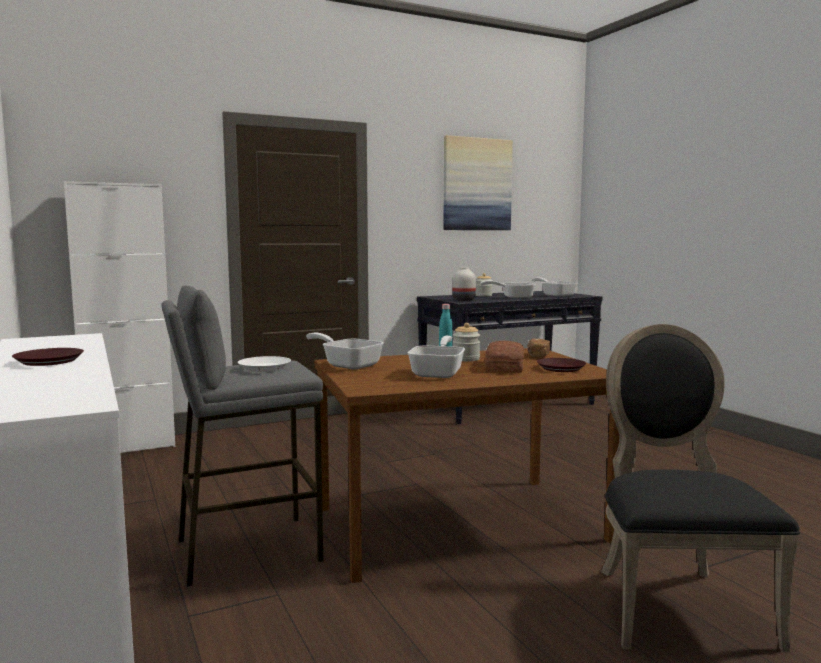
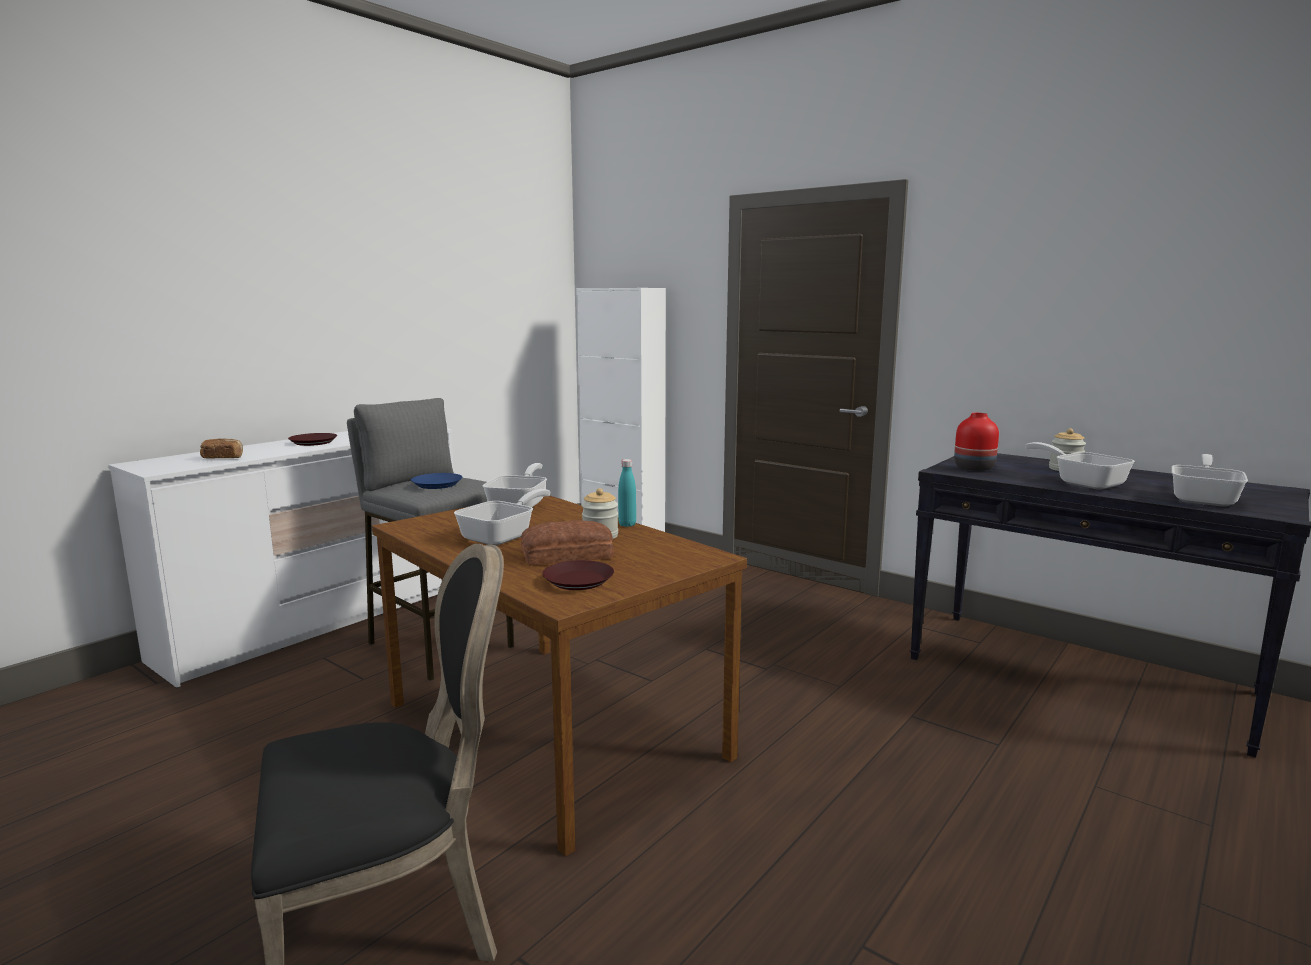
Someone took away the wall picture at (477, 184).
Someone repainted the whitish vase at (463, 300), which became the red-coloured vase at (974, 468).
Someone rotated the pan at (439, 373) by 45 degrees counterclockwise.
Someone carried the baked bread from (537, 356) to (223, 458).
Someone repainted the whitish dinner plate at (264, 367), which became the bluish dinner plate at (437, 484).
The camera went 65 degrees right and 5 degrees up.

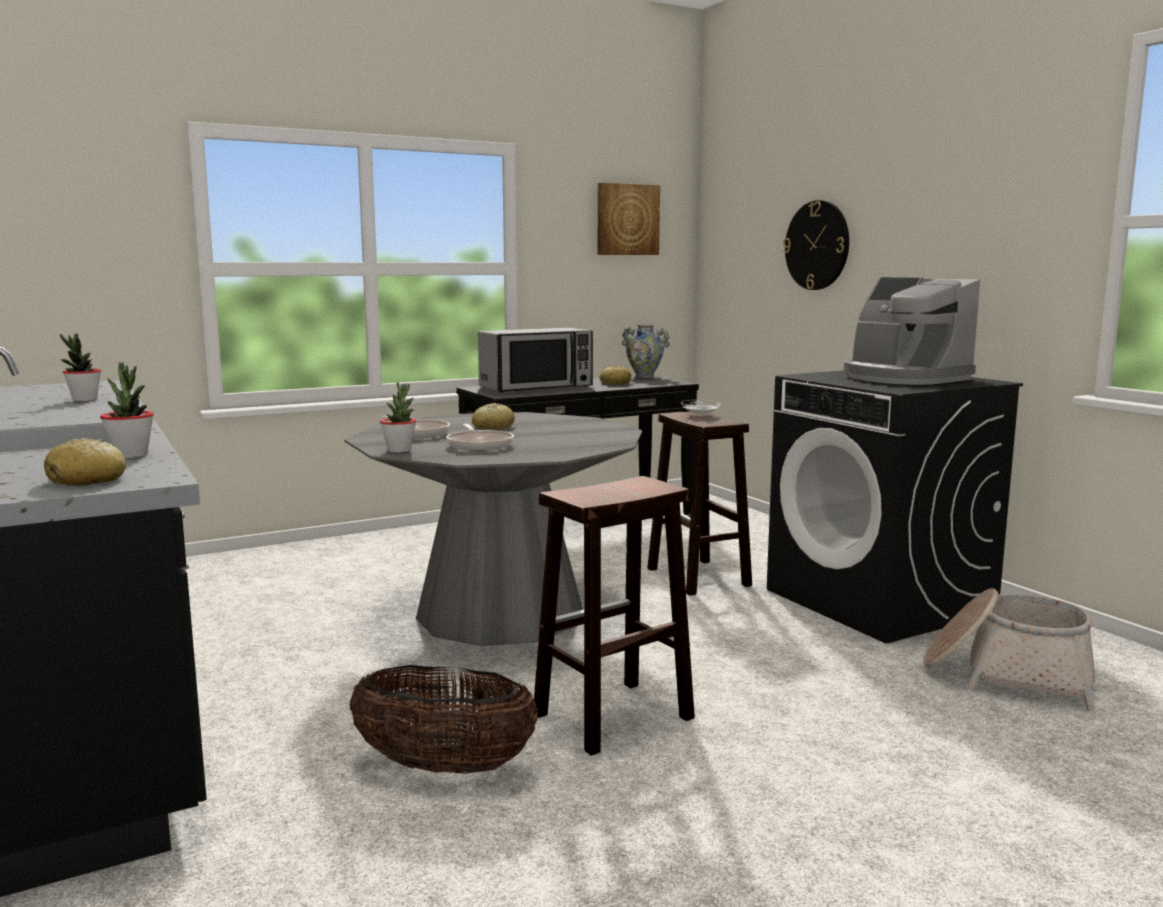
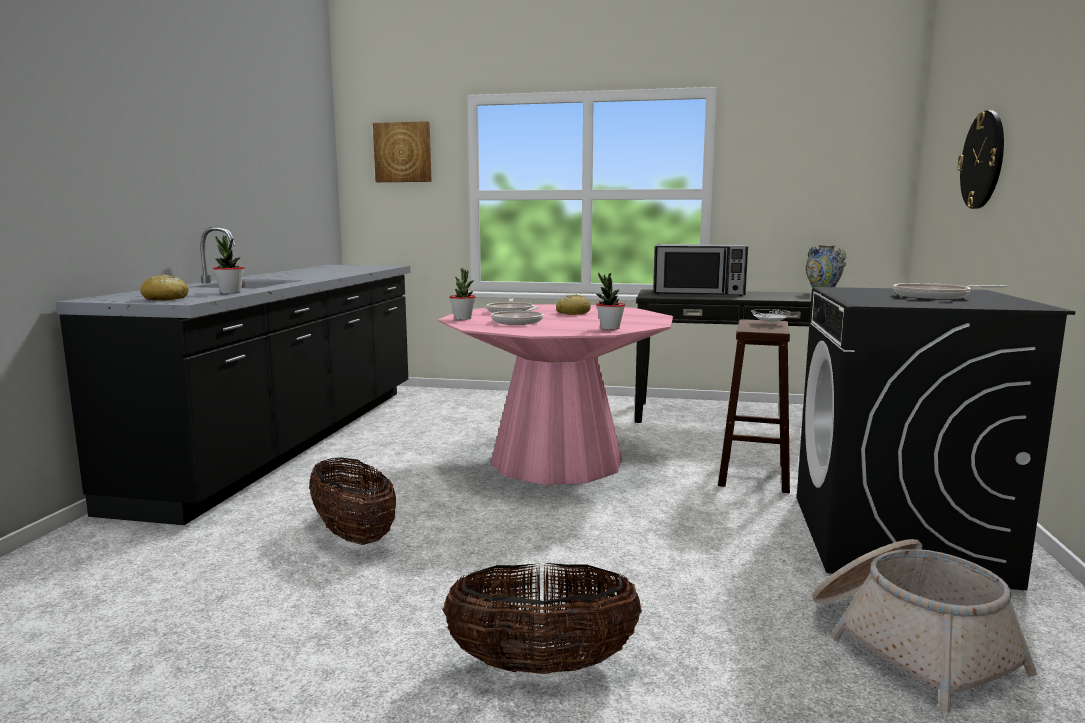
Someone carried the wall picture from (627, 220) to (403, 152).
Someone swapped the coffee maker at (902, 378) for the pan at (935, 297).
Someone carried the plant in a pot from (85, 400) to (610, 328).
Someone took away the baked bread at (615, 383).
Someone repainted the grey dining table at (500, 613), which became the pink-coloured dining table at (557, 461).
Someone took away the brown-coloured sitting stool at (611, 717).
Someone put down the household basket at (542, 665).
The camera went 40 degrees right and 0 degrees up.

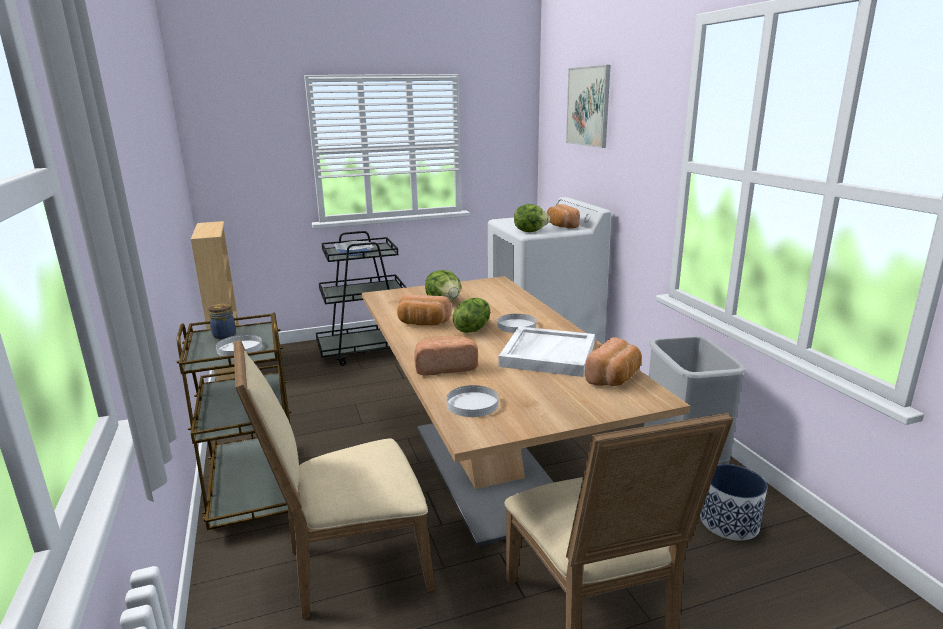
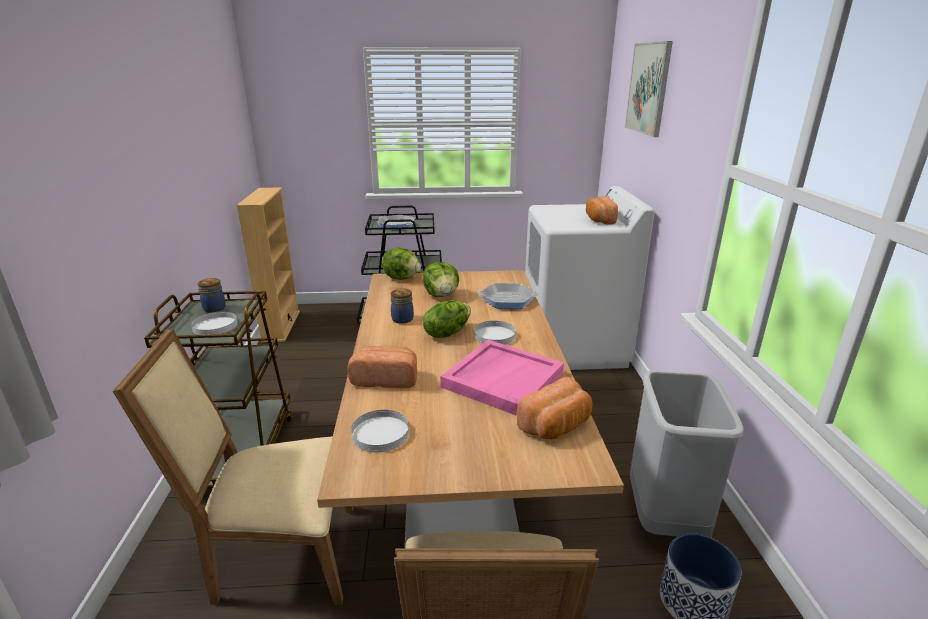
Someone carried the lettuce from (530, 231) to (402, 277).
Someone swapped the baked bread at (423, 323) for the preserve jar at (403, 319).
Someone repainted the whitish tray at (547, 354), which became the pink-coloured tray at (502, 379).
Someone put down the pan at (507, 300).
The camera went 15 degrees right and 5 degrees up.

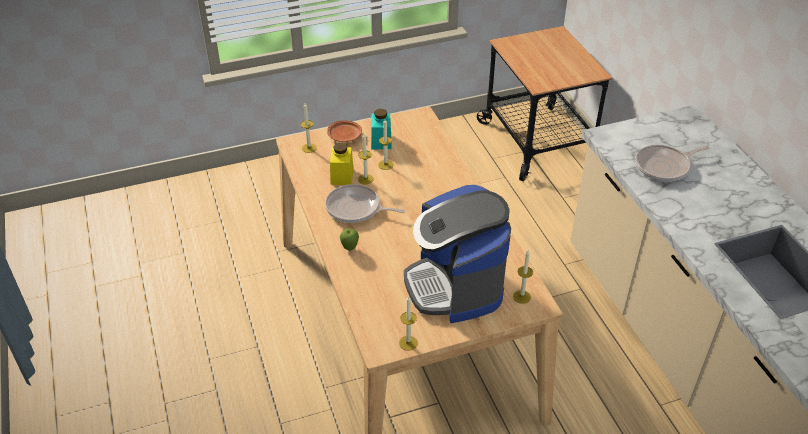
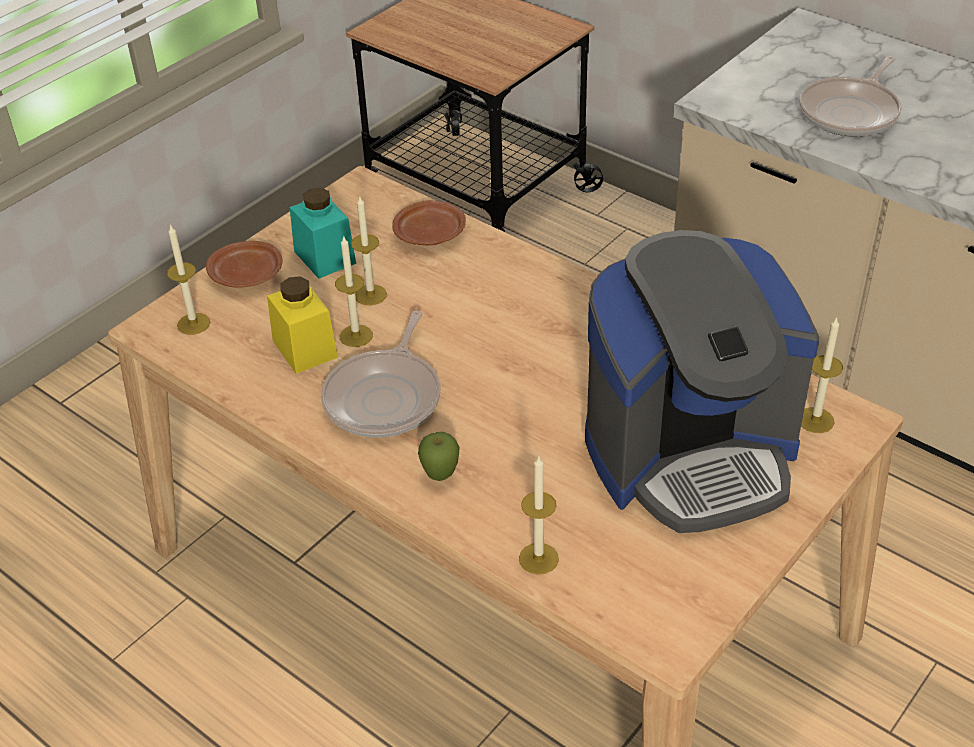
Someone rotated the pan at (356, 209) by 60 degrees counterclockwise.
Someone rotated the coffee maker at (455, 286) by 60 degrees counterclockwise.
Someone carried the candle from (408, 343) to (538, 558).
Someone put down the brown-coloured dinner plate at (430, 234).
The camera went 30 degrees left and 0 degrees up.

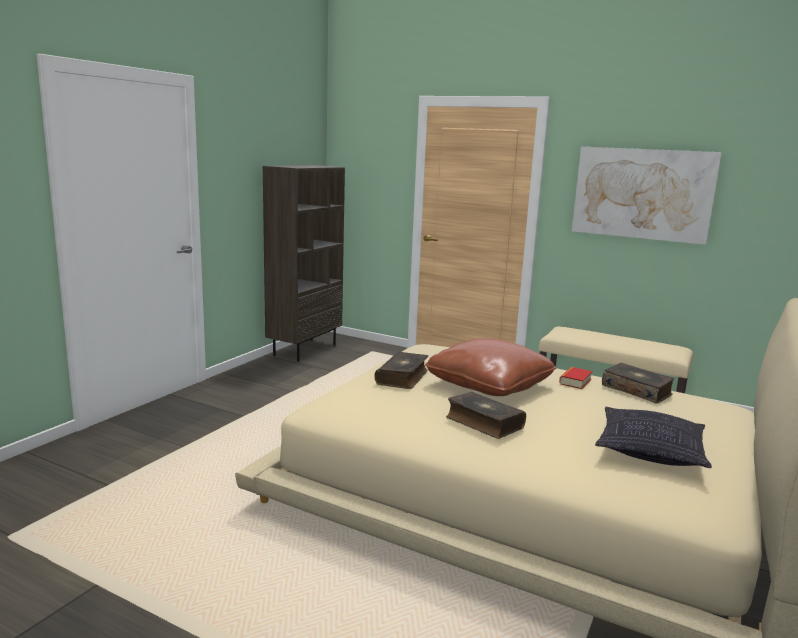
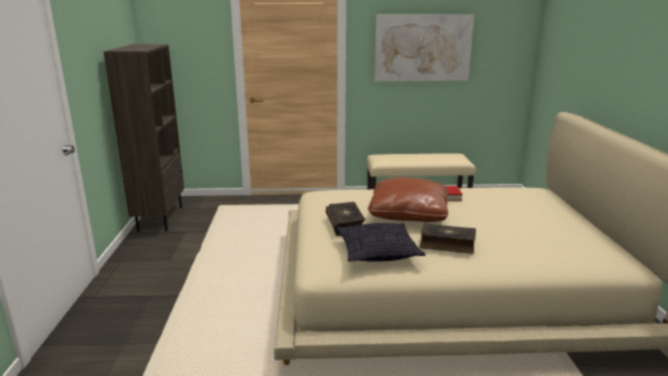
Someone took away the bound book at (637, 390).
Someone carried the cushion from (650, 451) to (378, 253).
The camera went 30 degrees left and 5 degrees up.

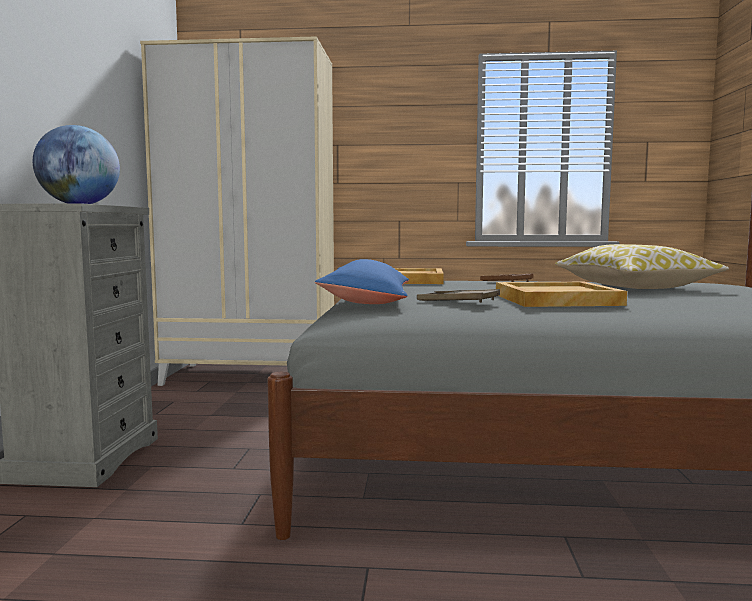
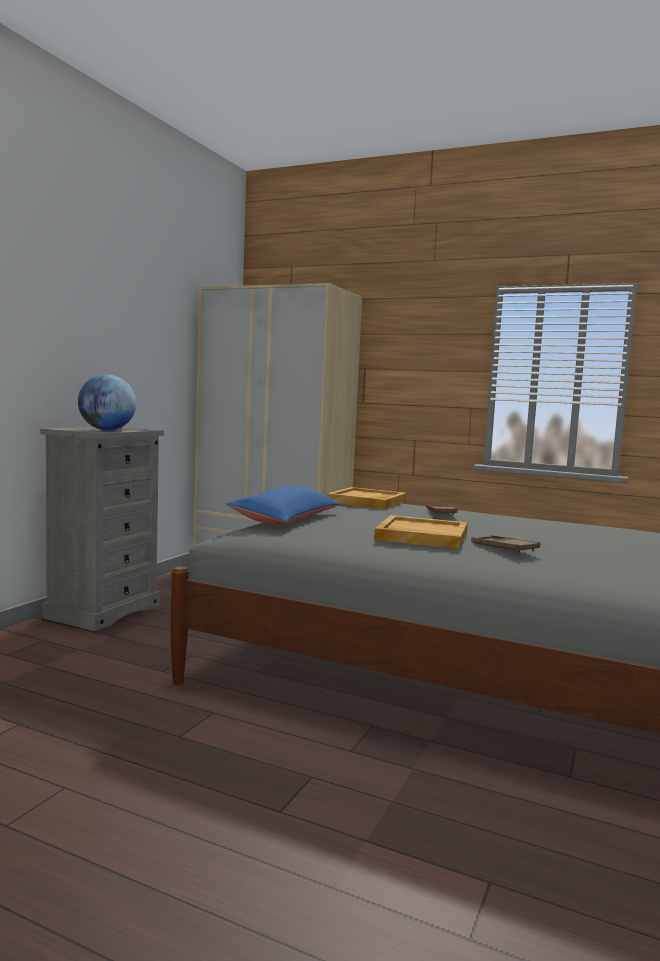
Someone took away the cushion at (635, 287).
Someone carried the brown-coloured tray from (457, 302) to (504, 548).
The camera went 20 degrees right and 0 degrees up.

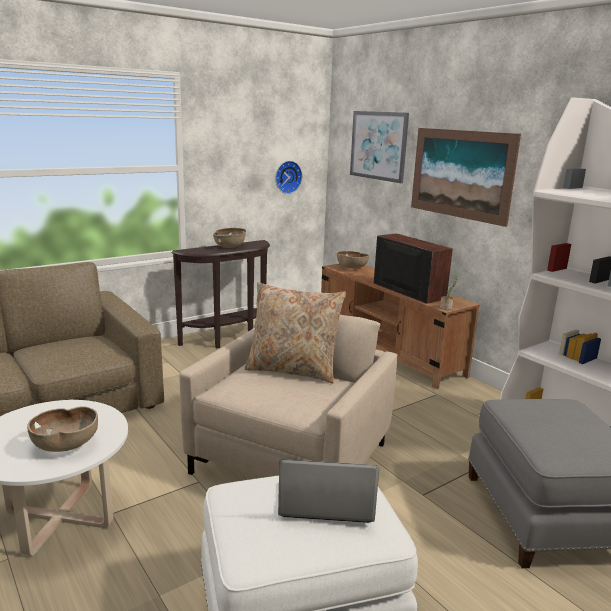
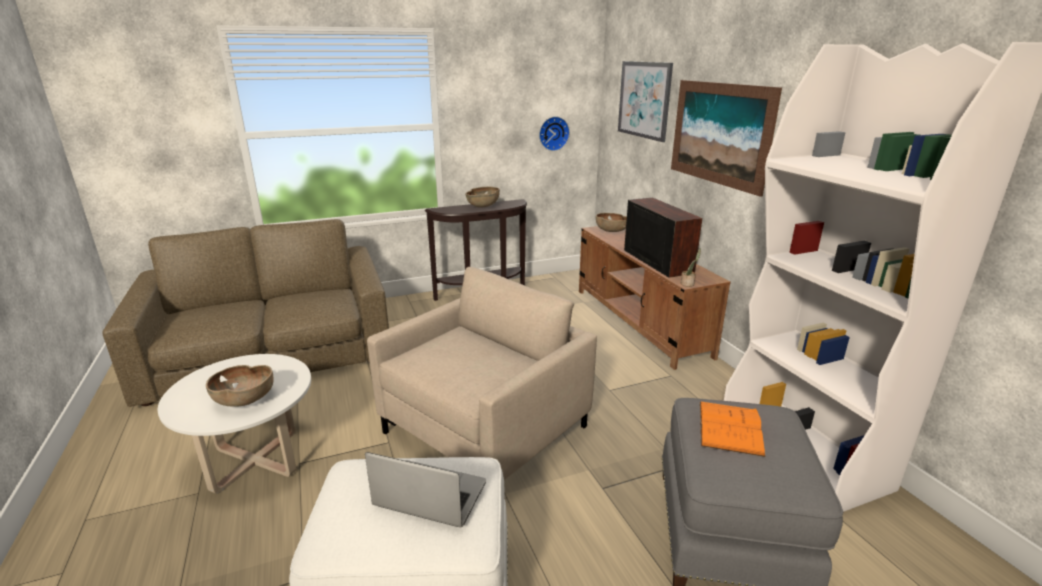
Someone took away the beige-coloured cushion at (293, 370).
Someone put down the orange bound book at (730, 427).
The camera went 15 degrees right and 5 degrees up.

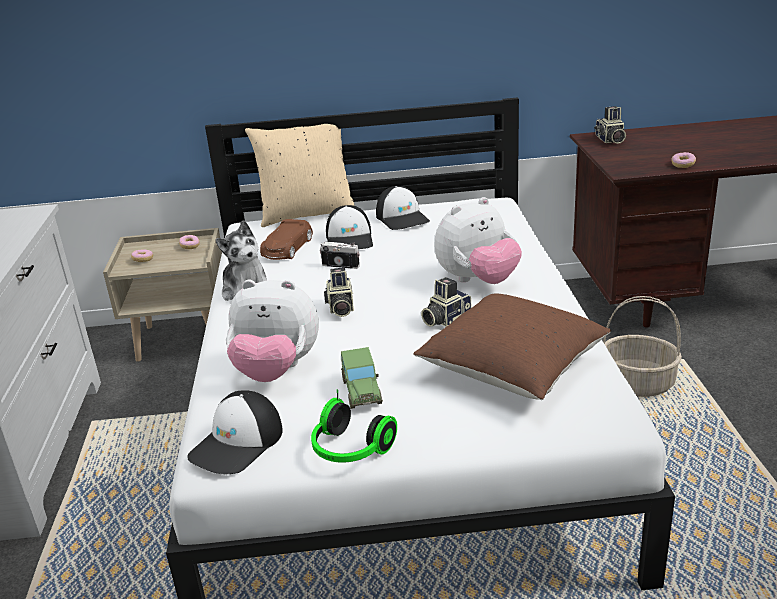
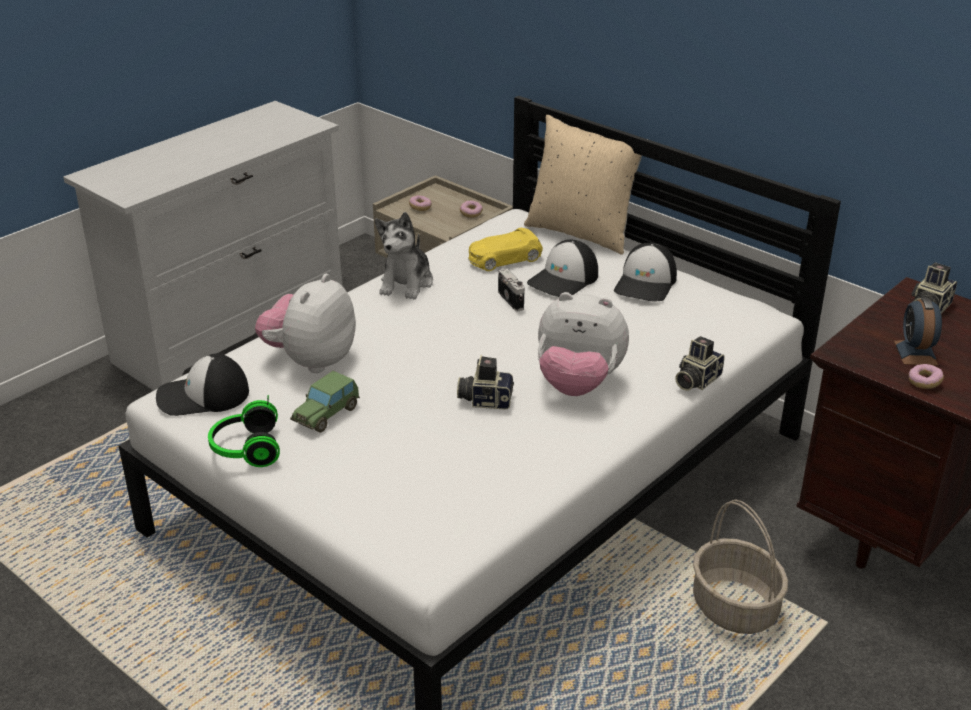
Someone repainted the brown-coloured toy car at (287, 248), which became the yellow toy car at (504, 259).
Someone carried the still camera from (340, 308) to (696, 380).
Someone rotated the plush toy at (276, 371) by 60 degrees clockwise.
Someone took away the brown-coloured cushion at (512, 369).
Someone put down the table clock at (915, 353).
The camera went 45 degrees right and 5 degrees up.

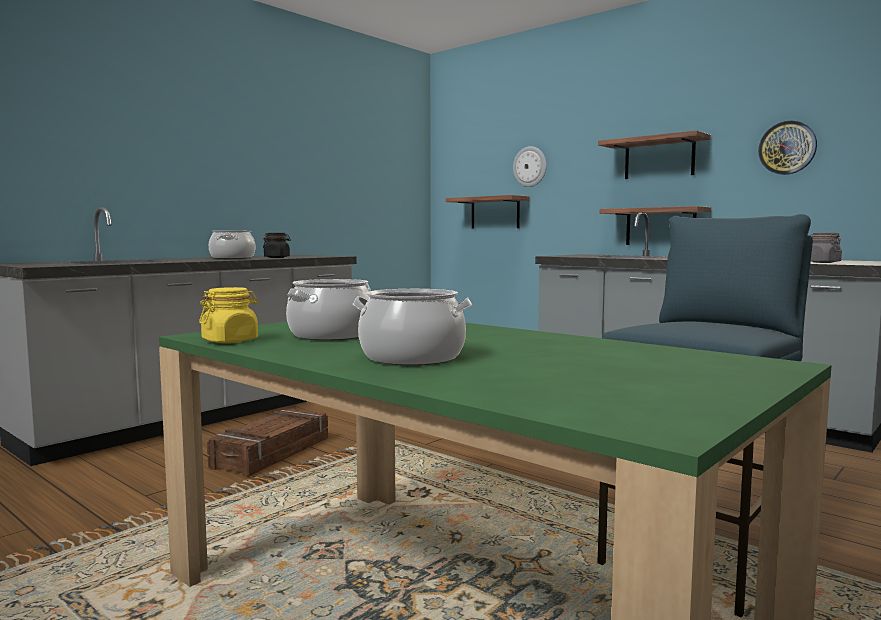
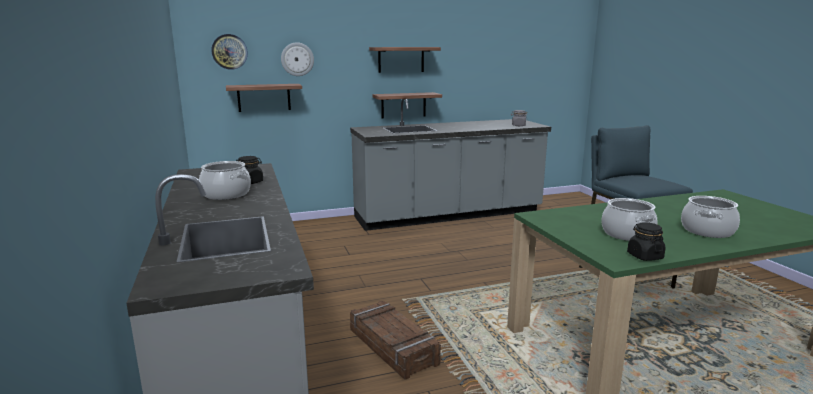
Someone carried the hanging clock from (787, 148) to (229, 51).
Someone repainted the yellow preserve jar at (230, 341), which became the black preserve jar at (644, 256).
The camera went 60 degrees left and 10 degrees up.

